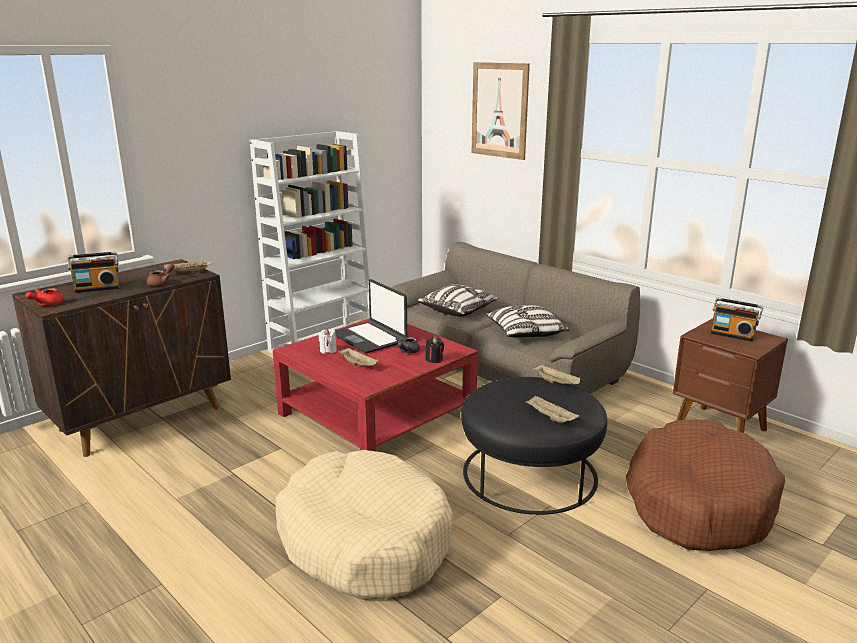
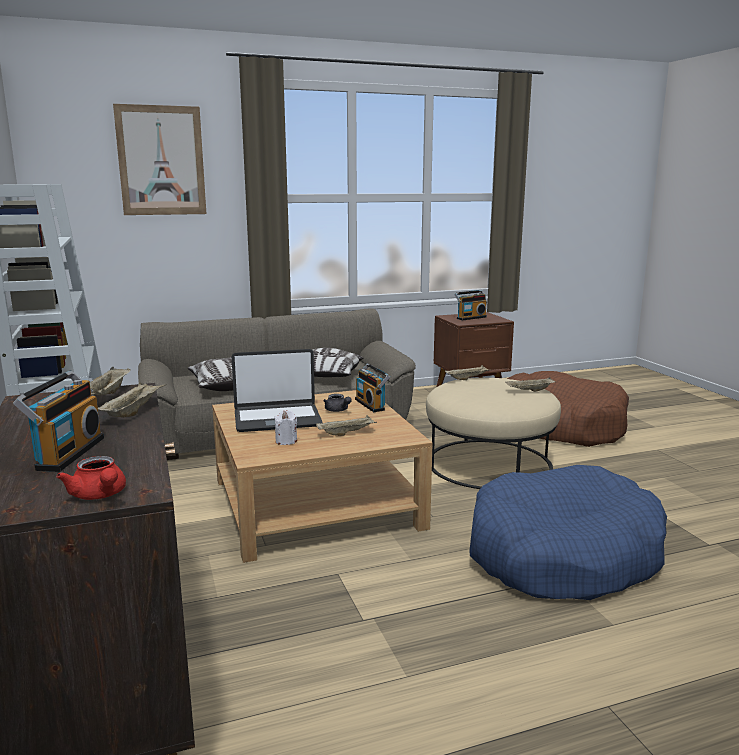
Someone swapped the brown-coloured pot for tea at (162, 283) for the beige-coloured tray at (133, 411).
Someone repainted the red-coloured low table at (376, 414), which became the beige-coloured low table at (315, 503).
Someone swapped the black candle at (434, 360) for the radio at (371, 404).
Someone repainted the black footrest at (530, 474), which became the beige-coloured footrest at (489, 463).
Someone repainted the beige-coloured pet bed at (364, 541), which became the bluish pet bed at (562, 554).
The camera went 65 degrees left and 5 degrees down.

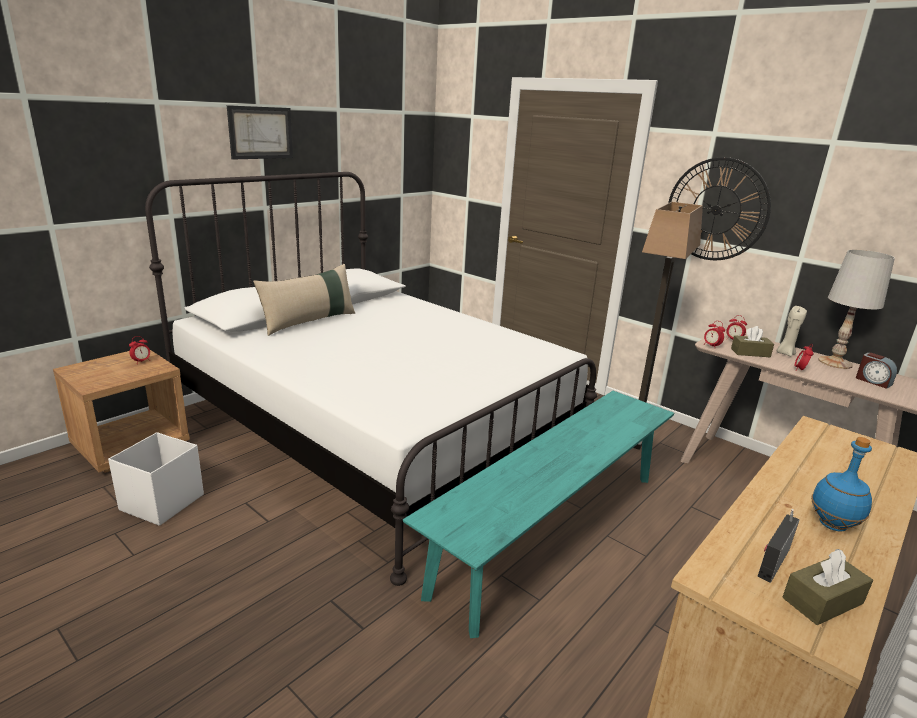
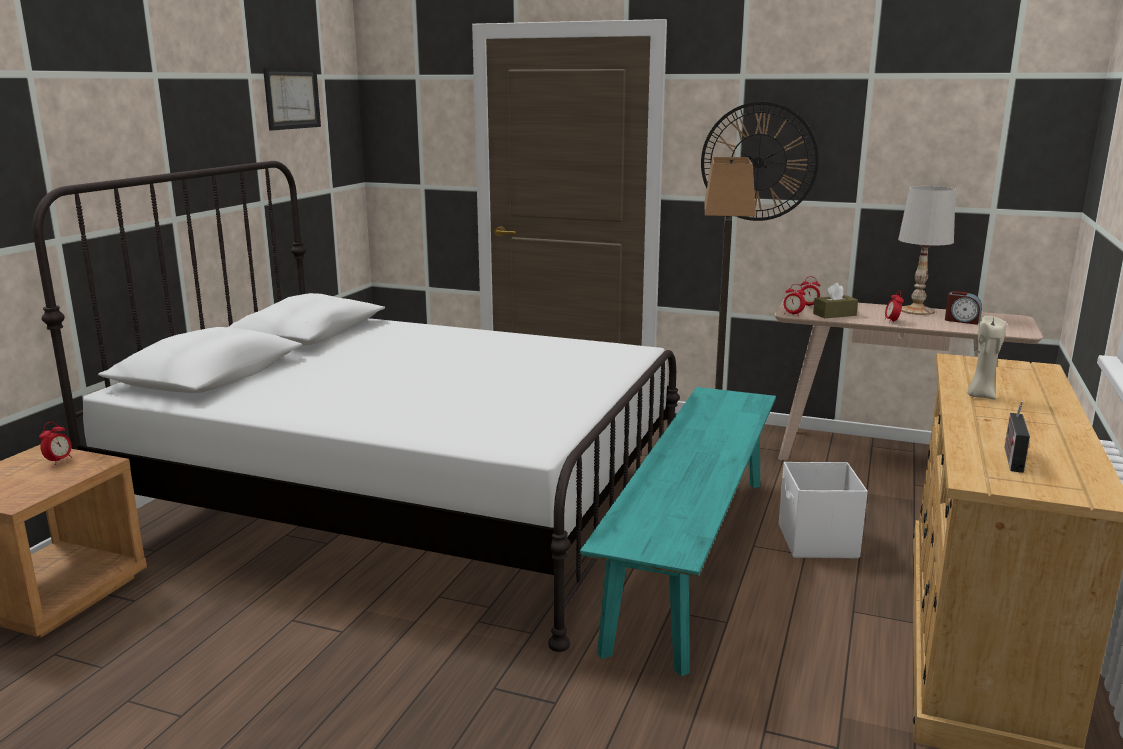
Someone carried the wall picture from (260, 132) to (292, 98).
Someone took away the beige-coloured cushion at (309, 322).
Someone carried the beige-coloured candle from (785, 353) to (980, 396).
Someone carried the whitish storage bin from (161, 503) to (817, 542).
Someone took away the bluish beverage bottle at (832, 525).
Someone took away the brown-coloured tissue box at (822, 600).
The camera went 20 degrees left and 5 degrees down.

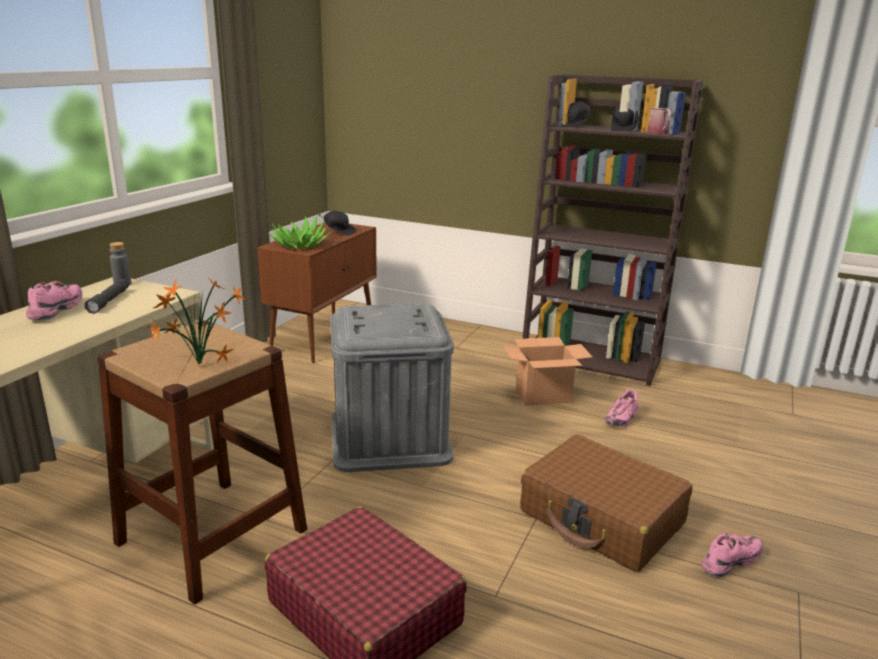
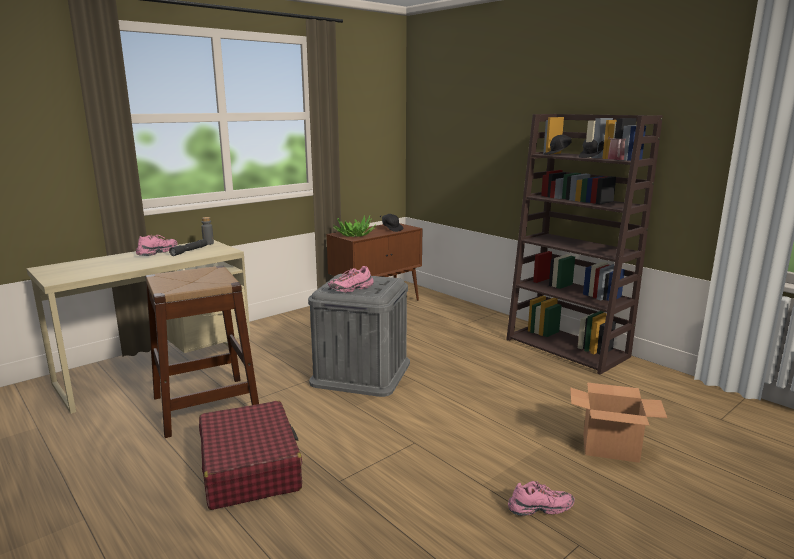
Someone took away the plant in a pot at (198, 364).
Someone carried the carton from (543, 396) to (611, 448).
Someone carried the pink-coloured shoe from (621, 419) to (351, 289).
Someone took away the brown-coloured suitcase at (602, 518).
The camera went 25 degrees right and 5 degrees down.

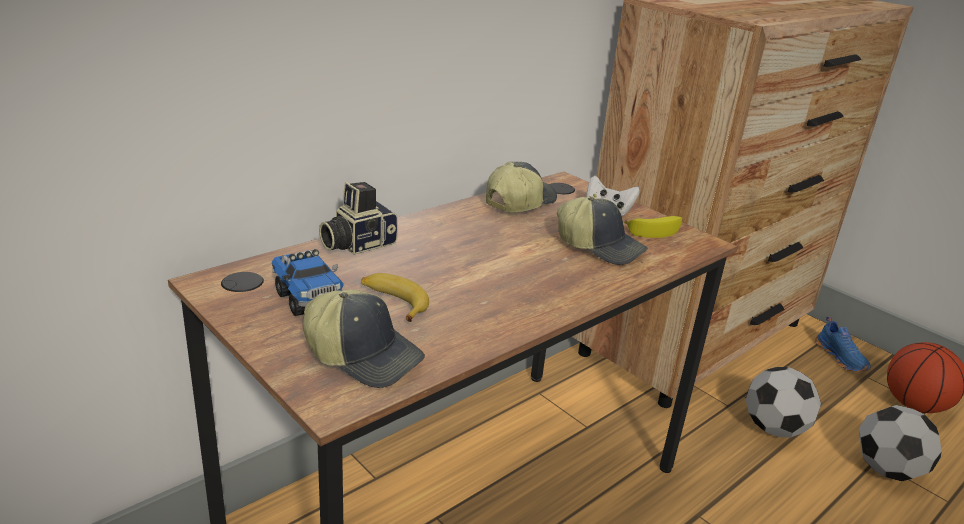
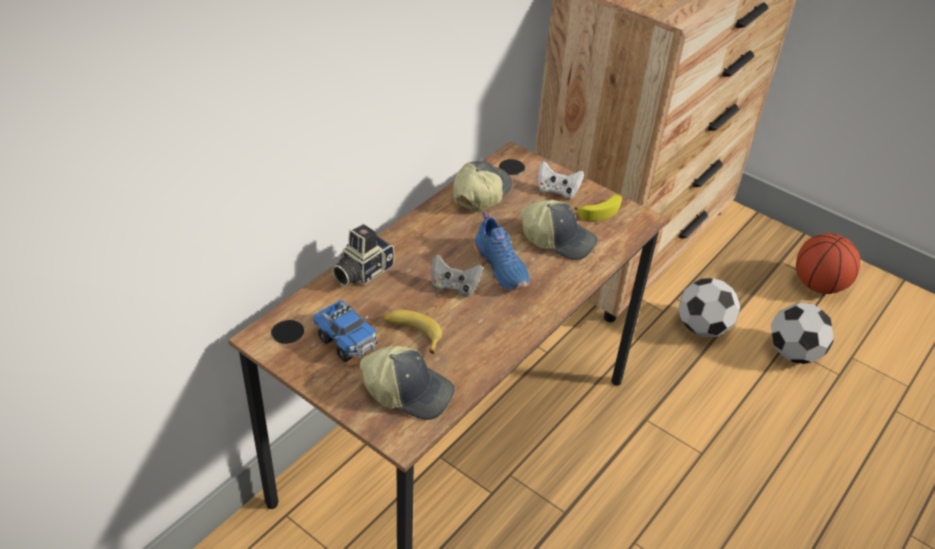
Someone carried the bluish shoe from (841, 358) to (502, 267).
Someone put down the grey game controller at (454, 287).
The camera went 10 degrees left and 15 degrees up.

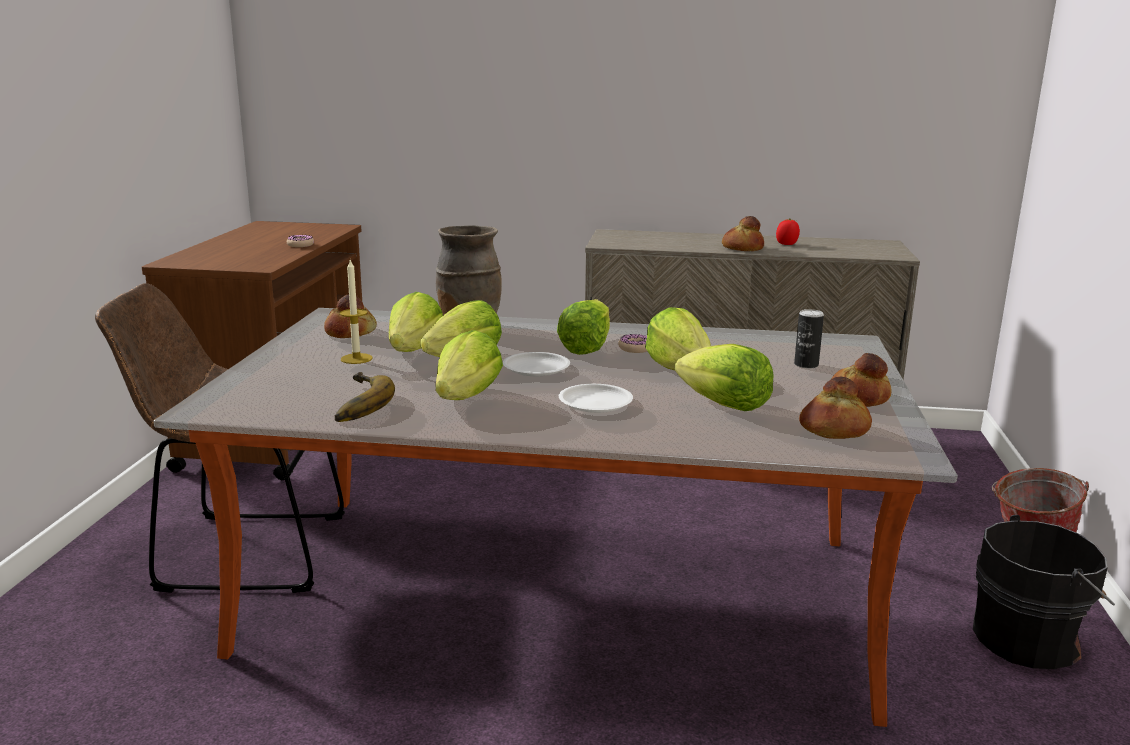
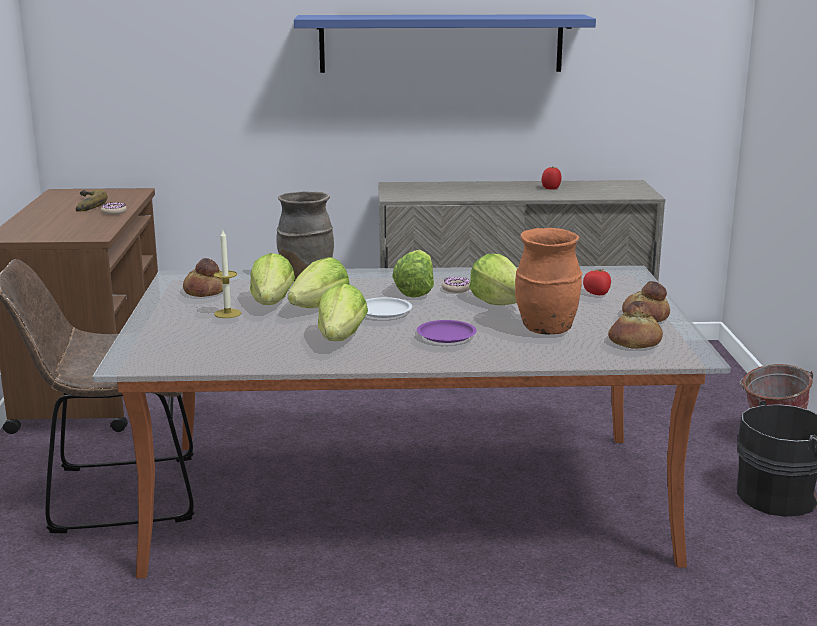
Someone took away the baked bread at (742, 248).
Someone swapped the can at (806, 365) for the fresh tomato at (597, 293).
Someone swapped the lettuce at (724, 405) for the orange vase at (546, 329).
Someone carried the banana from (354, 404) to (84, 205).
Someone repainted the whitish dinner plate at (596, 403), which became the purple dinner plate at (447, 335).
Someone put up the bluish wall shelf at (441, 43).
The camera went 10 degrees left and 0 degrees up.

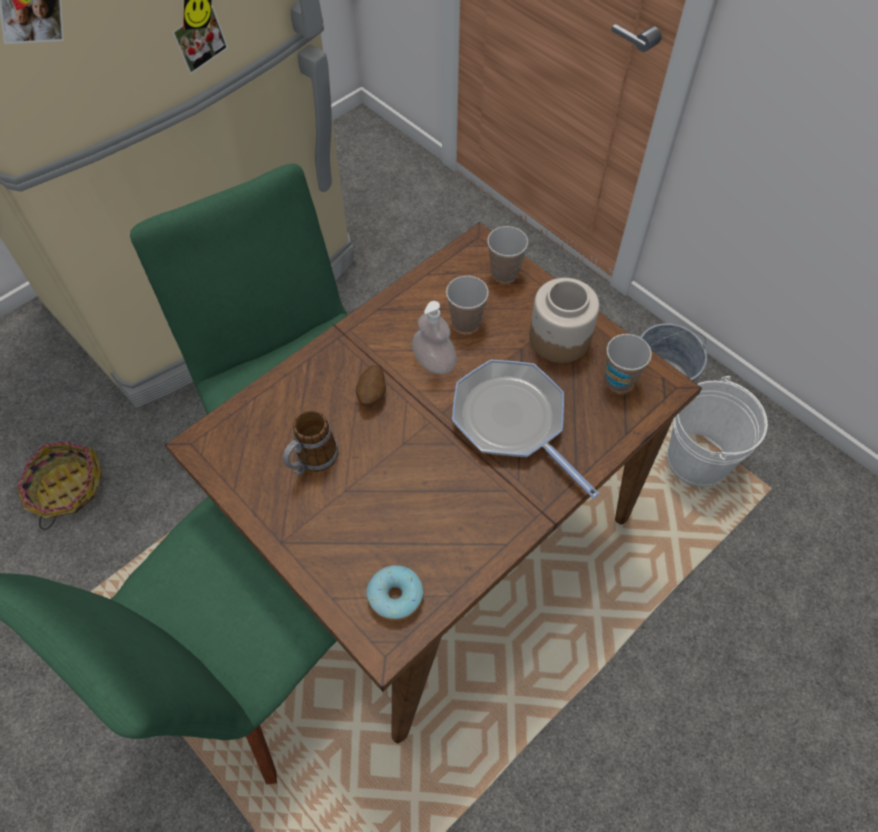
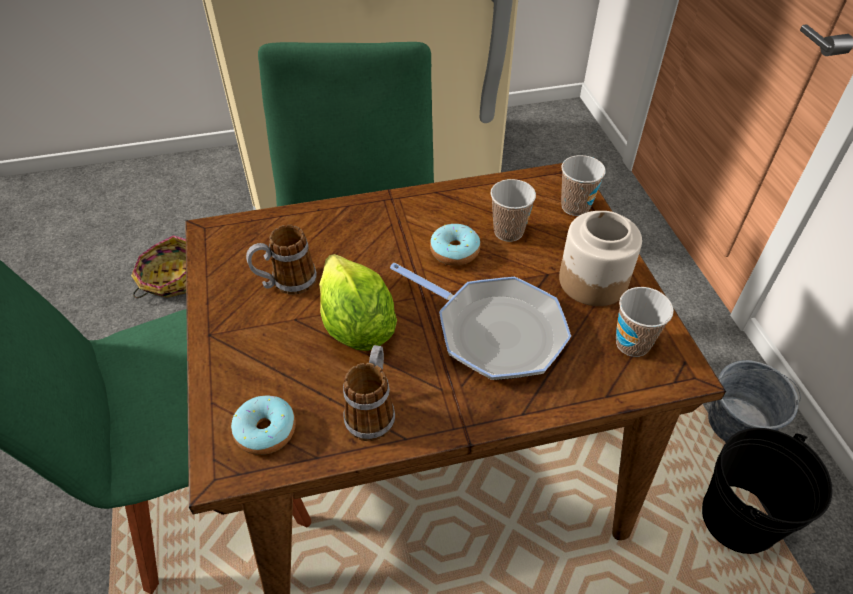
Someone swapped the soap dispenser at (434, 362) for the donut at (454, 251).
Someone rotated the pan at (513, 421) by 135 degrees clockwise.
Someone took away the spud at (372, 394).
Someone repainted the whitish bucket at (697, 461), which became the black bucket at (737, 520).
Someone put down the lettuce at (356, 326).
Someone put down the coffee mug at (372, 410).
The camera went 30 degrees right and 10 degrees down.

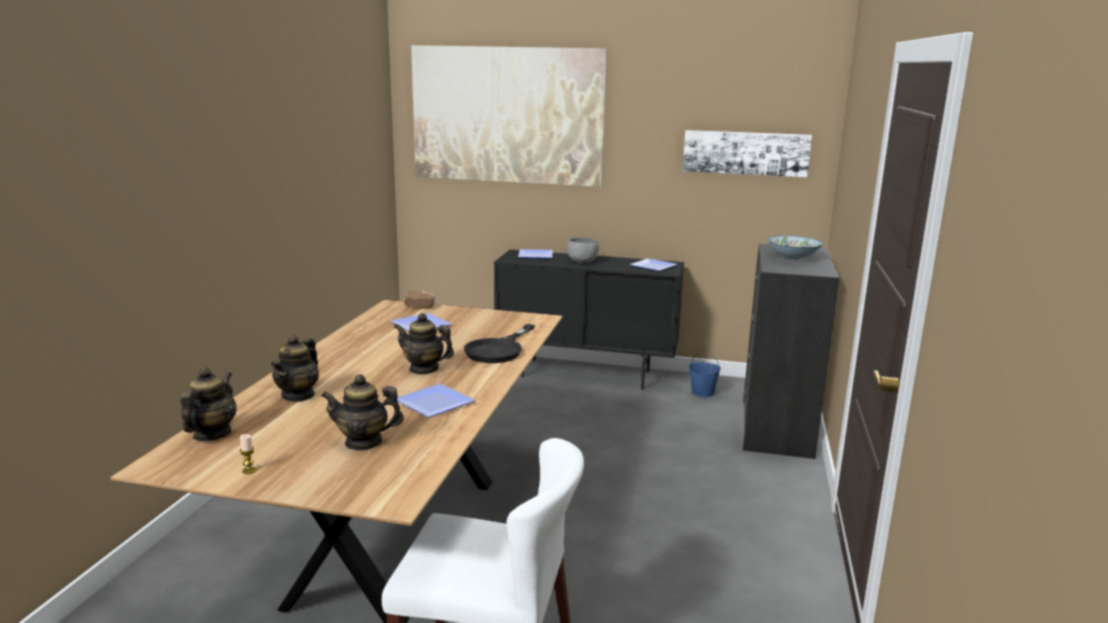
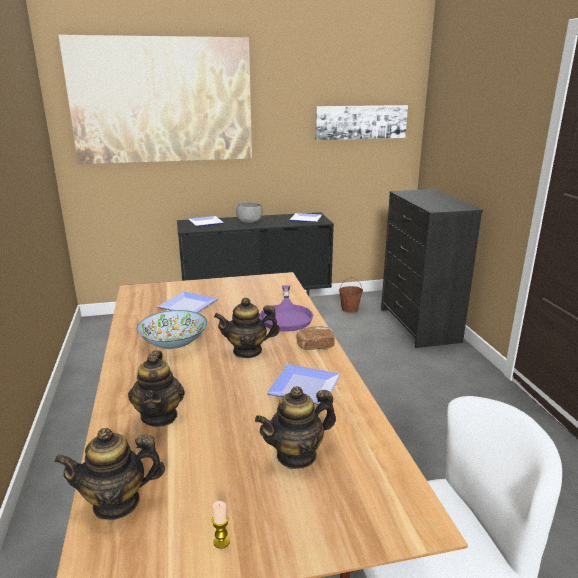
Someone carried the deep dish from (793, 257) to (174, 343).
Someone carried the baked bread from (420, 306) to (315, 346).
Someone repainted the black pan at (498, 350), which became the purple pan at (286, 315).
Someone repainted the bluish bucket at (703, 393), which became the brown-coloured bucket at (350, 309).
Someone rotated the pot for tea at (211, 434) by 90 degrees counterclockwise.
The camera went 25 degrees left and 5 degrees up.

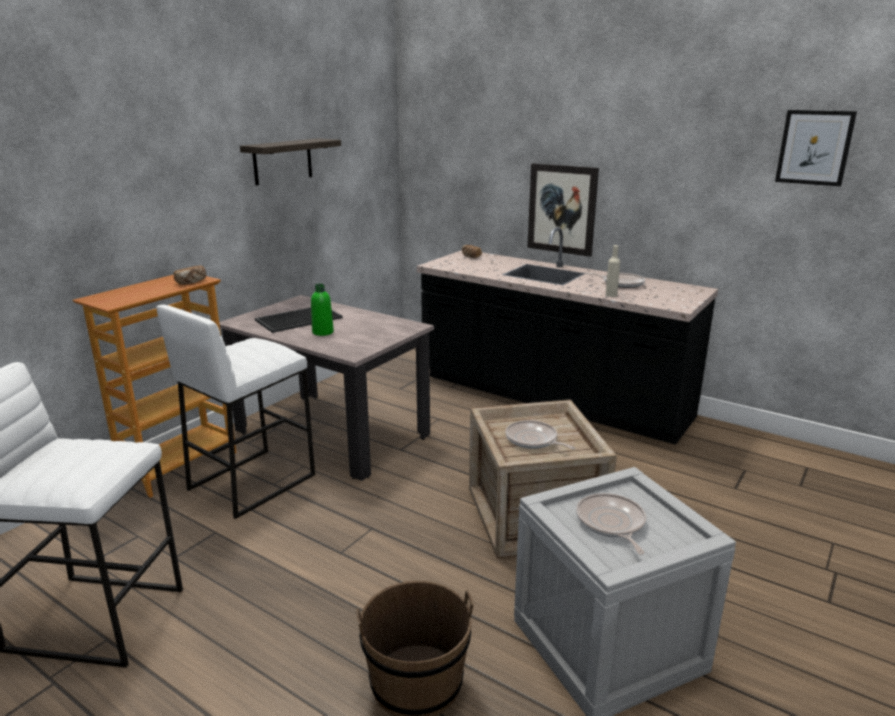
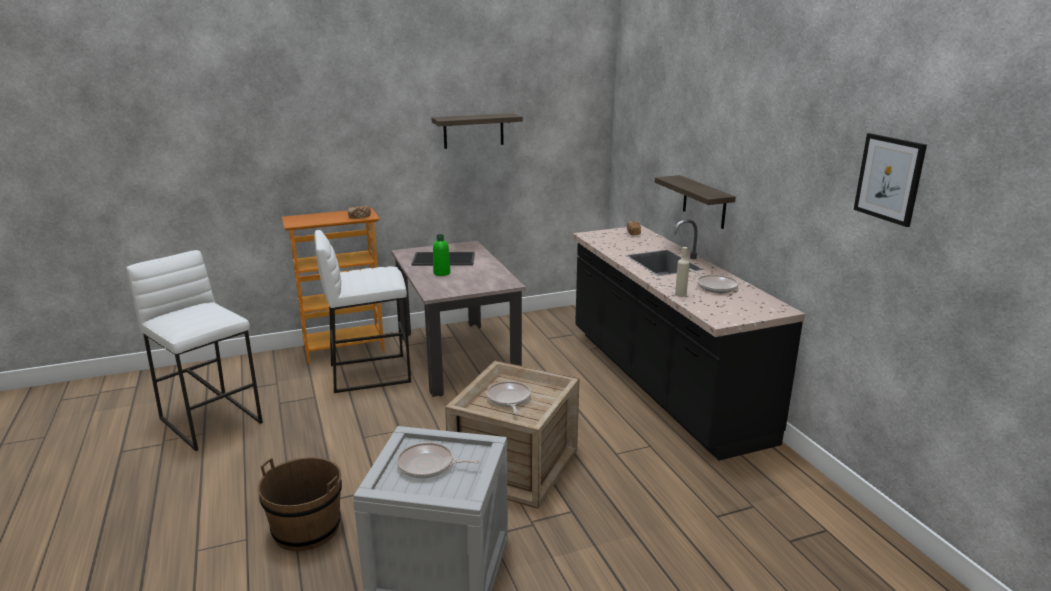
Someone swapped the wall picture at (562, 209) for the wall shelf at (704, 202).
Someone rotated the pan at (611, 524) by 105 degrees counterclockwise.
The camera went 35 degrees right and 0 degrees up.

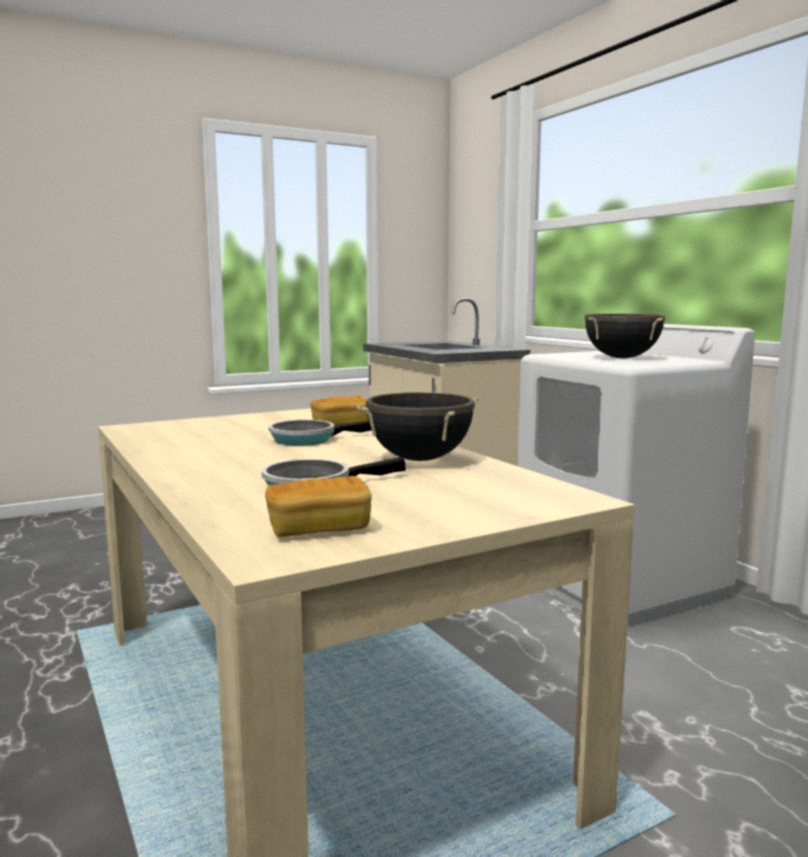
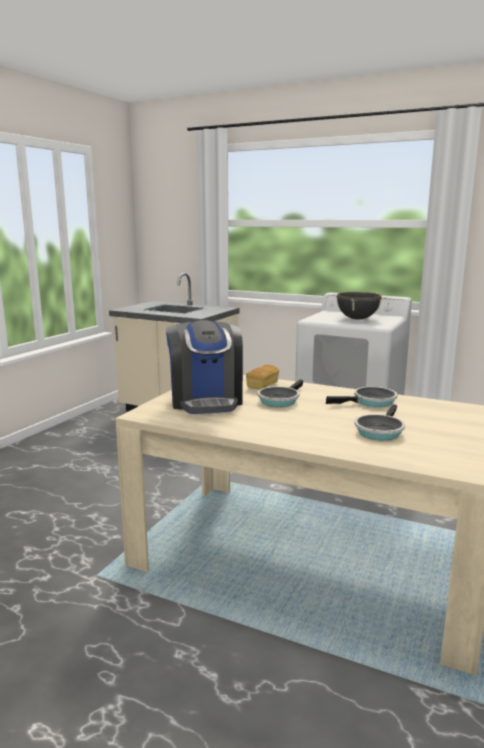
Someone swapped the black saucepot at (420, 459) for the pan at (371, 402).
Someone took away the baked bread at (319, 529).
Someone put down the coffee maker at (206, 400).
The camera went 35 degrees left and 5 degrees up.

